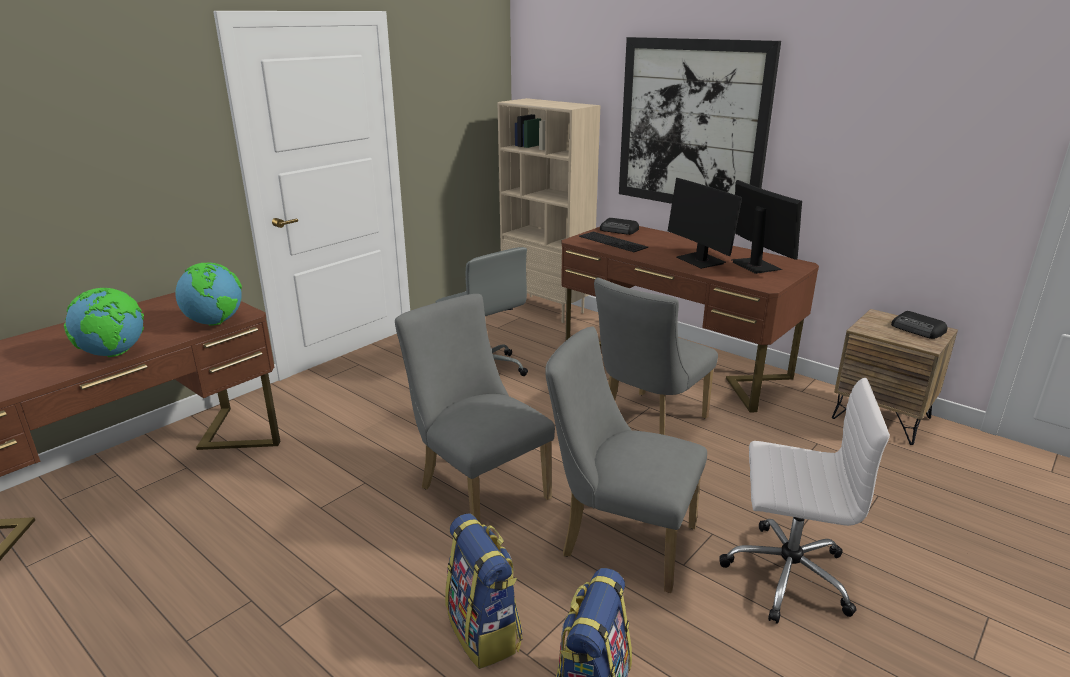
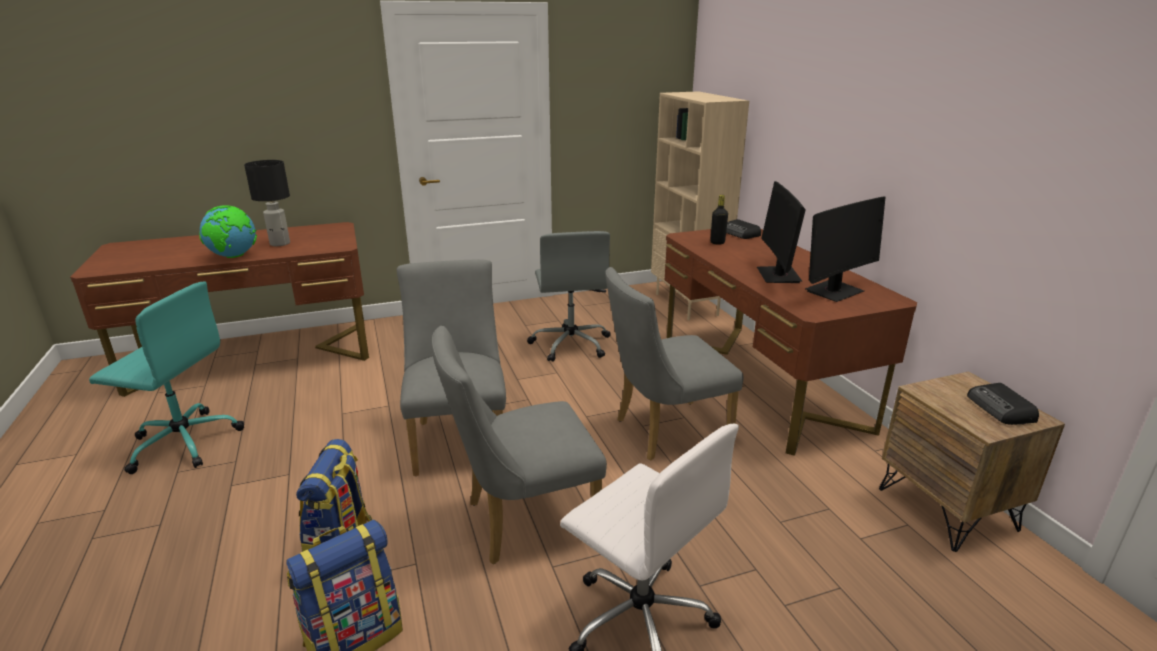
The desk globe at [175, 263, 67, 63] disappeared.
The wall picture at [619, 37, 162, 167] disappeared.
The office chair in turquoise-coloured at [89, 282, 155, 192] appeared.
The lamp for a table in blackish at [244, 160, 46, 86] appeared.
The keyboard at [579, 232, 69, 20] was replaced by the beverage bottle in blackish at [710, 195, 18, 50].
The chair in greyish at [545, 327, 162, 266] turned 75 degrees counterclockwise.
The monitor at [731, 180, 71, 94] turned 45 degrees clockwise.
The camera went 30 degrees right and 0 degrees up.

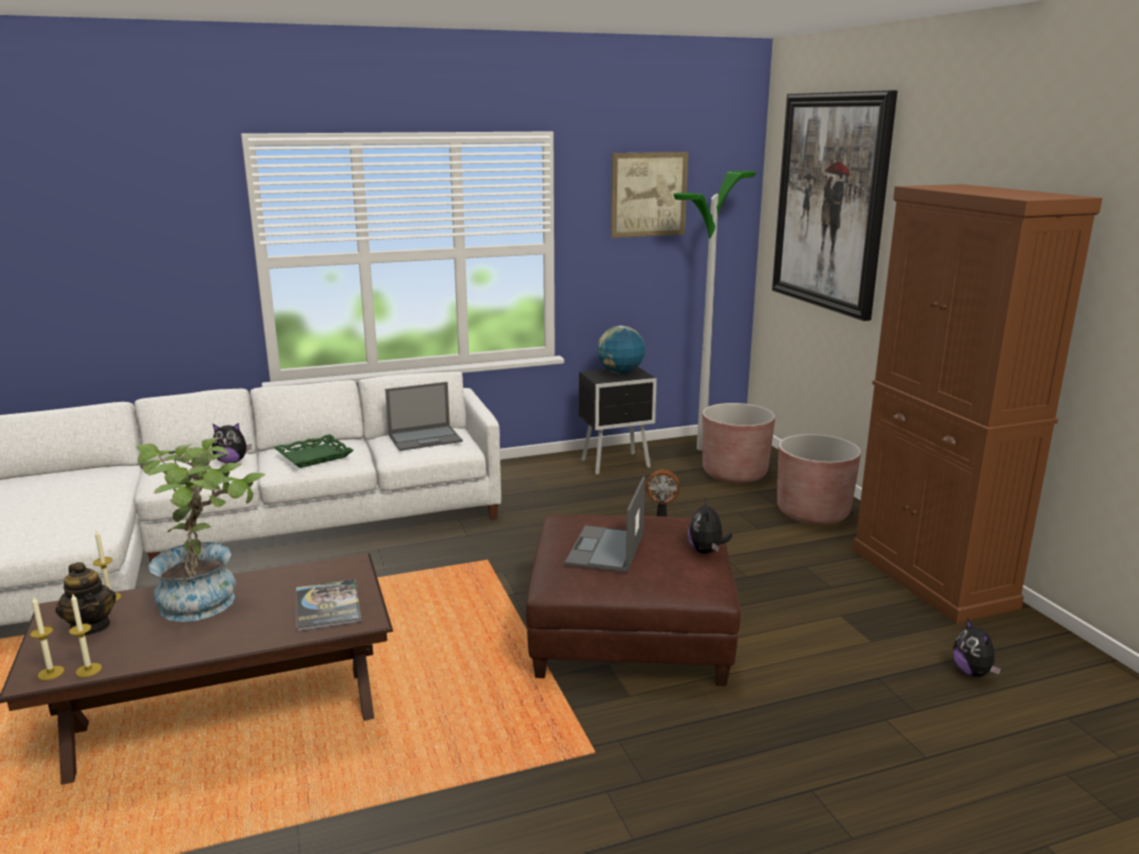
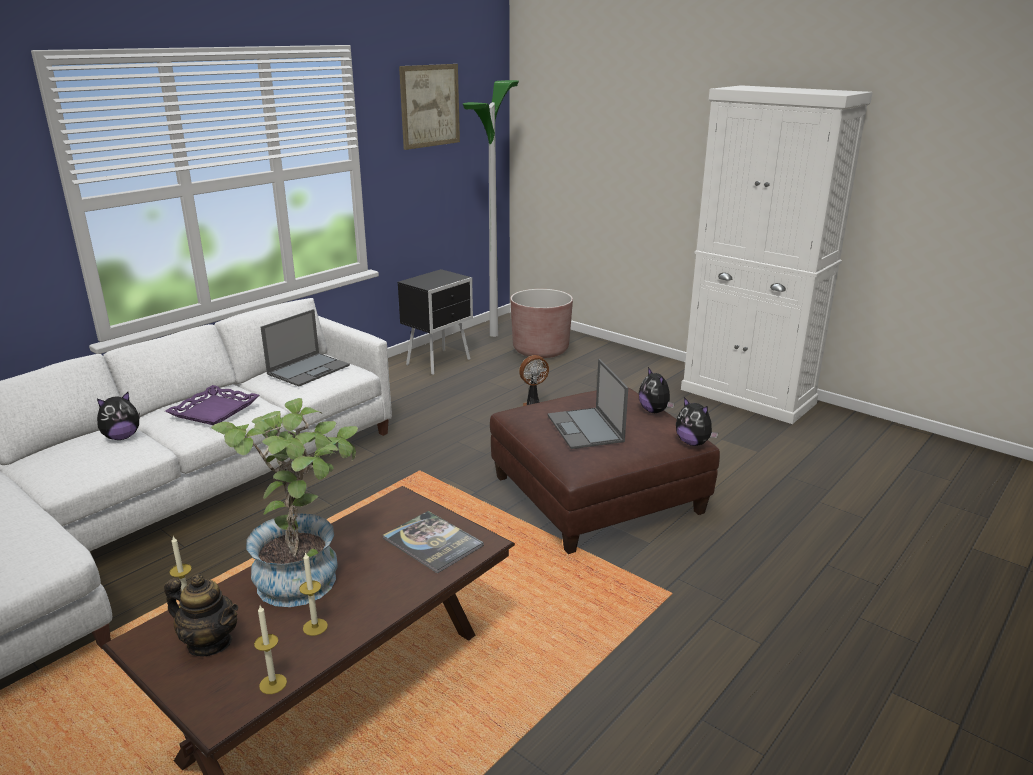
The desk globe at [597, 326, 48, 48] disappeared.
The wall picture at [772, 90, 125, 231] disappeared.
The flower pot in brown-coloured at [777, 434, 84, 91] disappeared.
The wax candle moved from [30, 596, 34, 84] to [299, 552, 29, 84].
The plush toy moved from [953, 618, 48, 59] to [676, 397, 42, 49].
The serving tray in greenish at [273, 434, 81, 34] became the serving tray in purple-coloured at [165, 385, 94, 40].
The cabinet in brown-coloured at [852, 184, 250, 440] became the cabinet in white at [681, 85, 192, 339].
The camera went 30 degrees left and 5 degrees up.

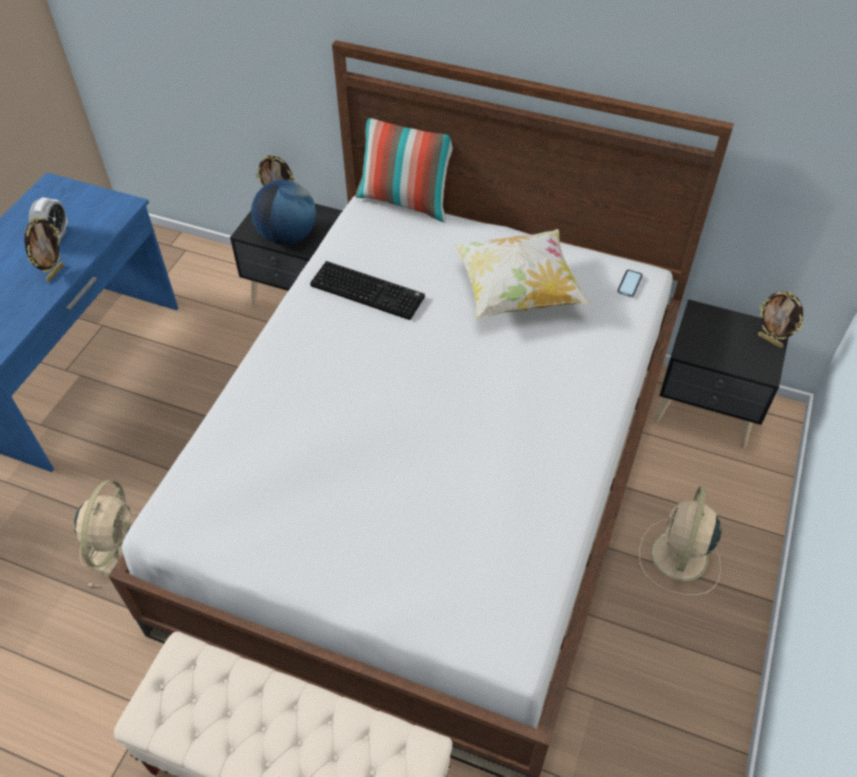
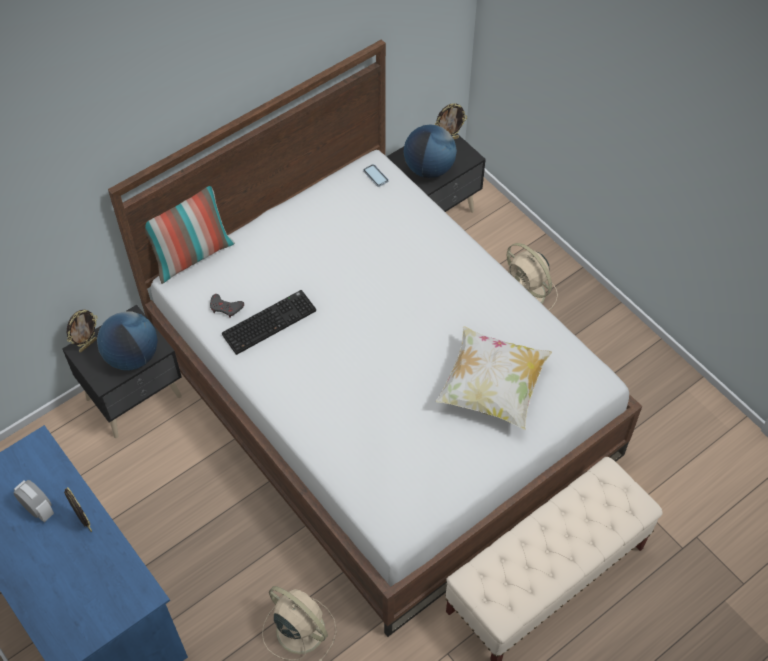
The joypad in greyish at [210, 294, 34, 24] appeared.
The desk globe at [404, 124, 53, 54] appeared.
The cushion moved from [454, 229, 135, 90] to [435, 326, 117, 104].
The camera went 60 degrees left and 5 degrees up.

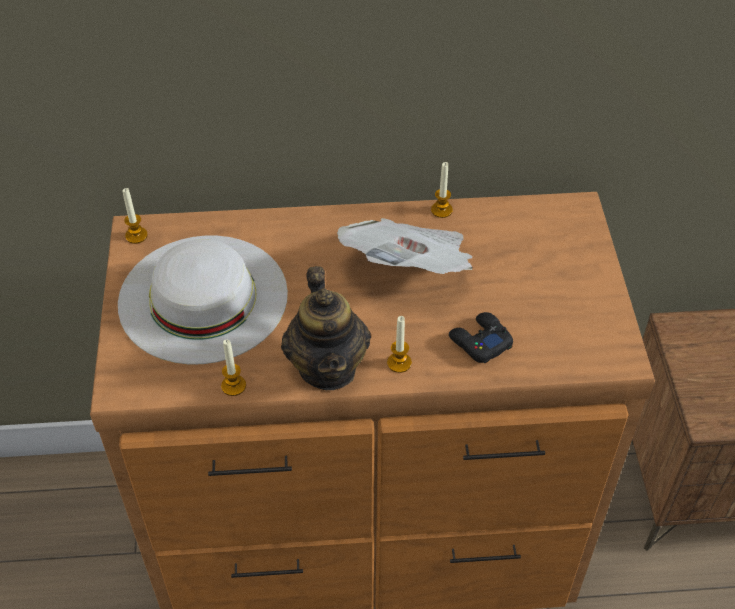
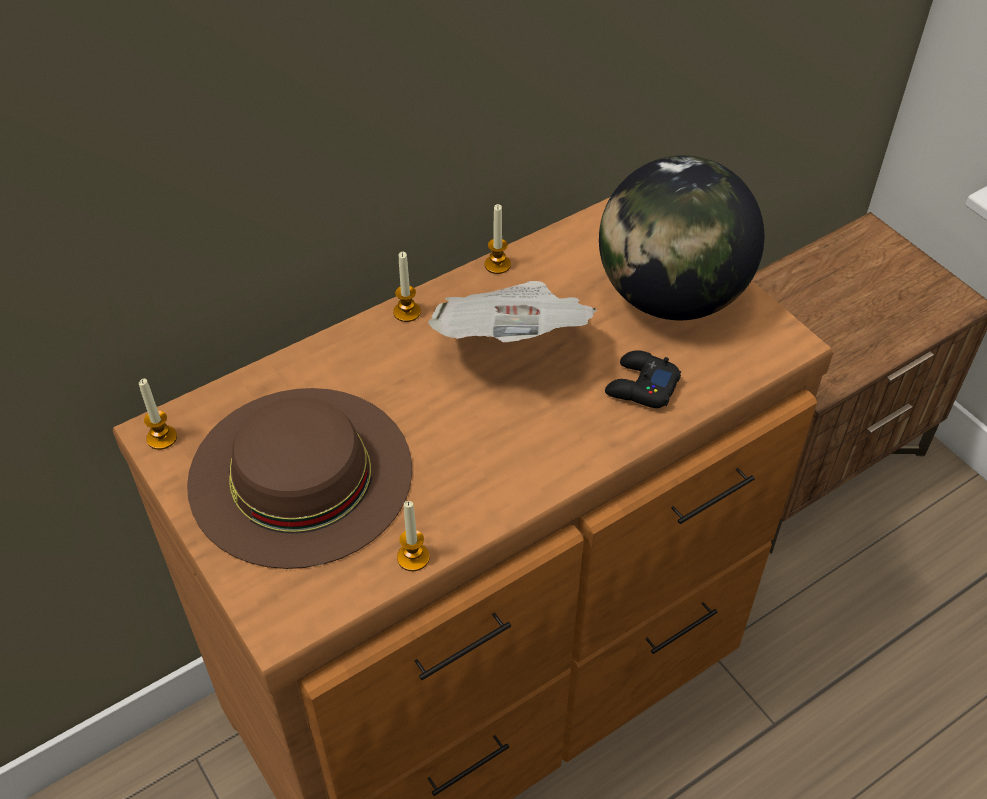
The tea pot at [281, 266, 90, 124] disappeared.
The desk globe at [599, 155, 165, 165] appeared.
The wax candle moved from [387, 316, 25, 57] to [393, 252, 28, 70].
The clothing hat in white at [118, 236, 170, 128] became the clothing hat in brown-coloured at [187, 388, 225, 181].
The camera went 30 degrees left and 0 degrees up.

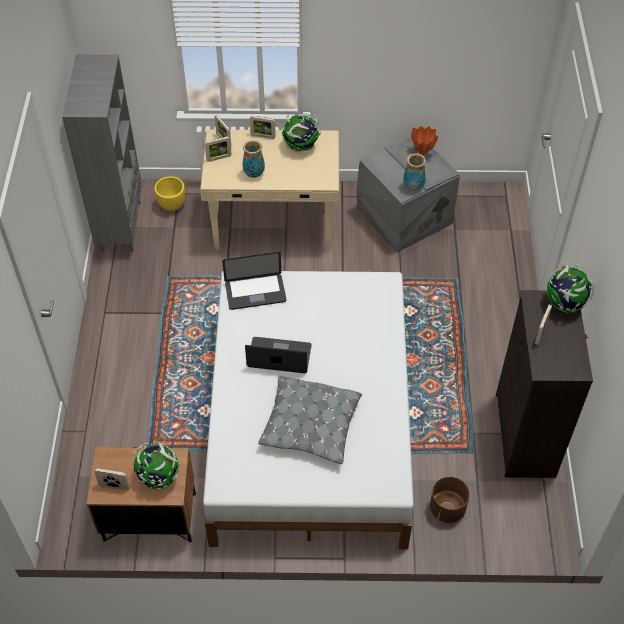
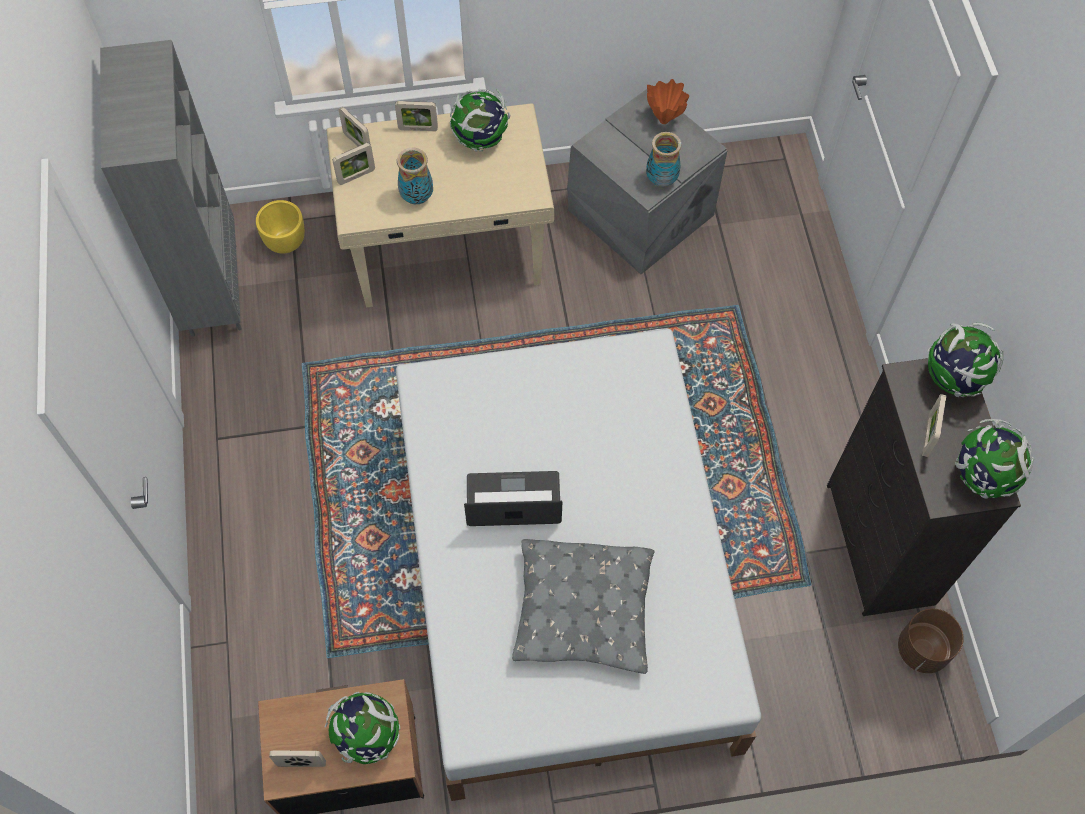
The notebook computer at [222, 252, 65, 58] disappeared.
The desk globe at [955, 419, 79, 80] appeared.
The flower pot in brown-coloured moved from [430, 477, 40, 46] to [898, 609, 66, 64].
The camera went 10 degrees left and 10 degrees up.

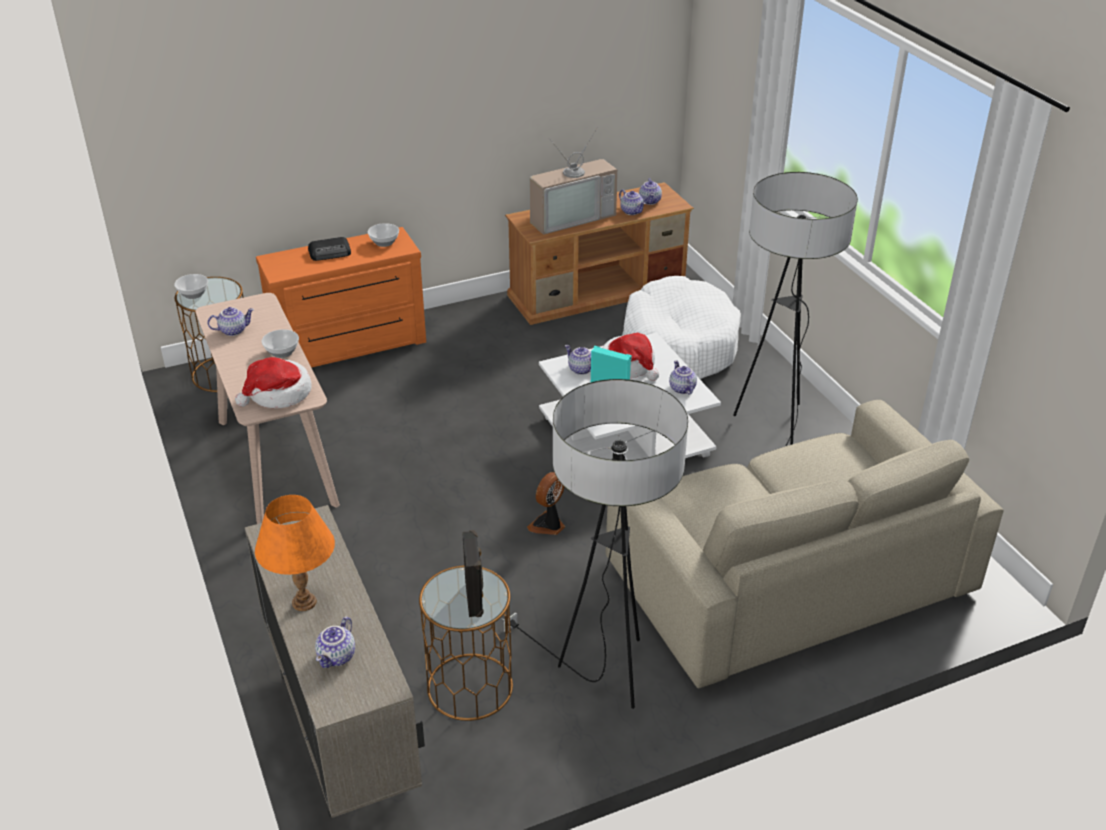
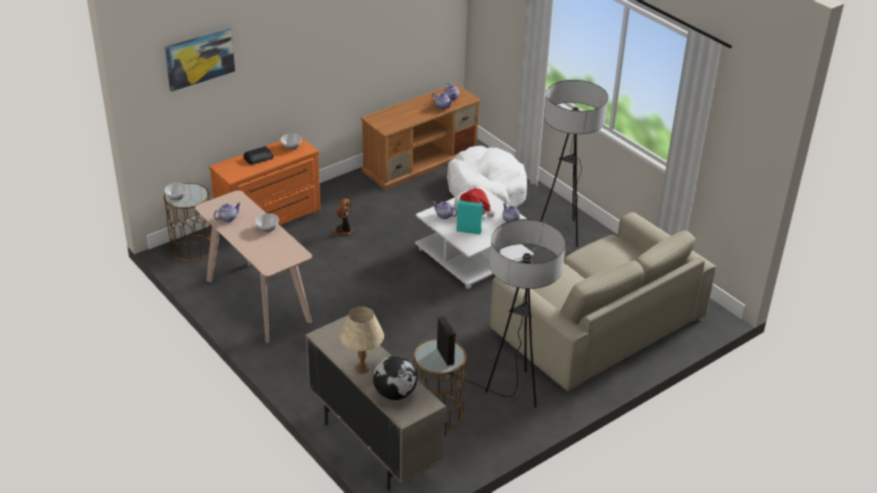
The clothing hat at [235, 357, 77, 51] disappeared.
The TV set at [530, 127, 88, 107] disappeared.
The wall picture at [165, 28, 70, 64] appeared.
The electric fan moved from [527, 472, 38, 63] to [332, 198, 21, 37].
The tea pot at [315, 617, 40, 51] was replaced by the desk globe at [373, 356, 45, 44].
The lamp for a table in orange at [255, 495, 80, 116] became the lamp for a table in sand-coloured at [339, 307, 45, 67].
The camera went 15 degrees left and 0 degrees up.

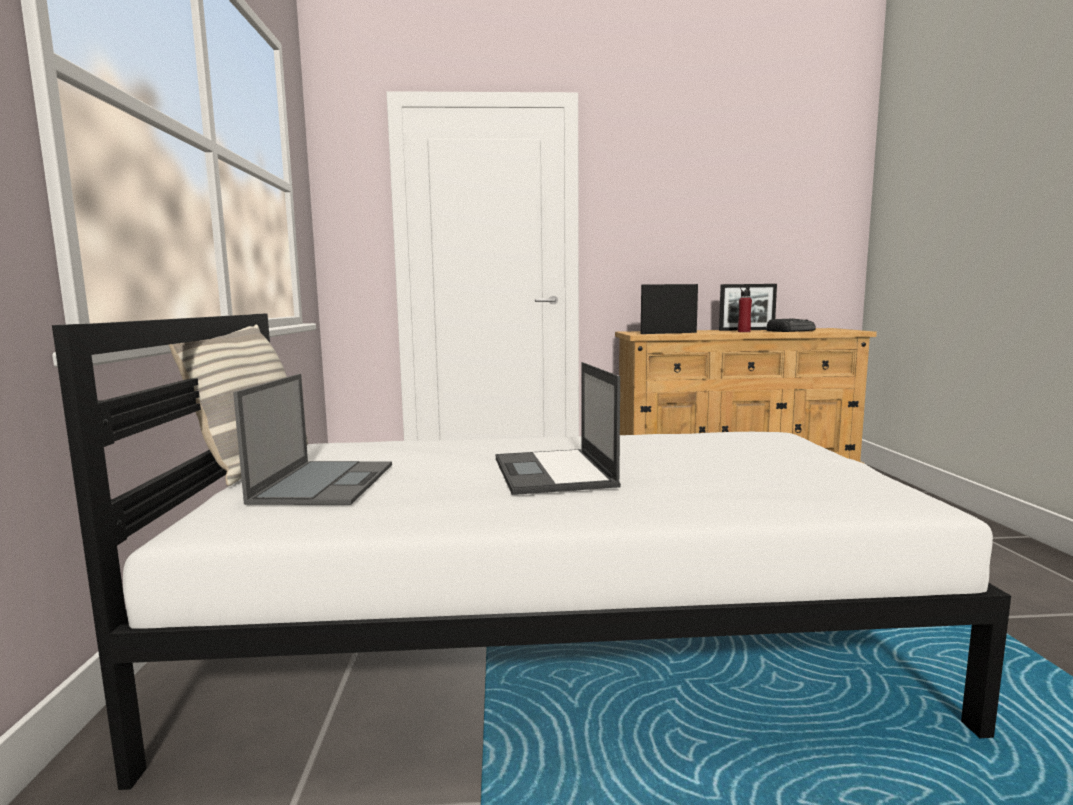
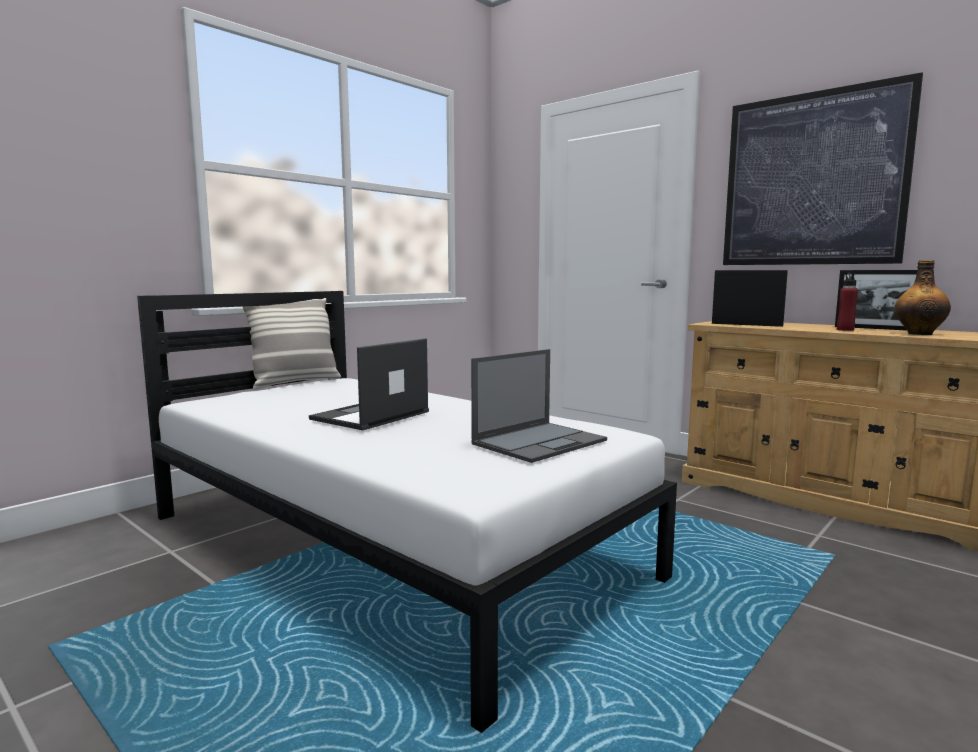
The wall picture at [723, 72, 200, 193] appeared.
The notebook computer moved from [233, 374, 159, 131] to [471, 349, 136, 114].
The radio set at [766, 318, 50, 14] was replaced by the beverage bottle at [895, 260, 56, 75].
The camera went 45 degrees right and 0 degrees up.

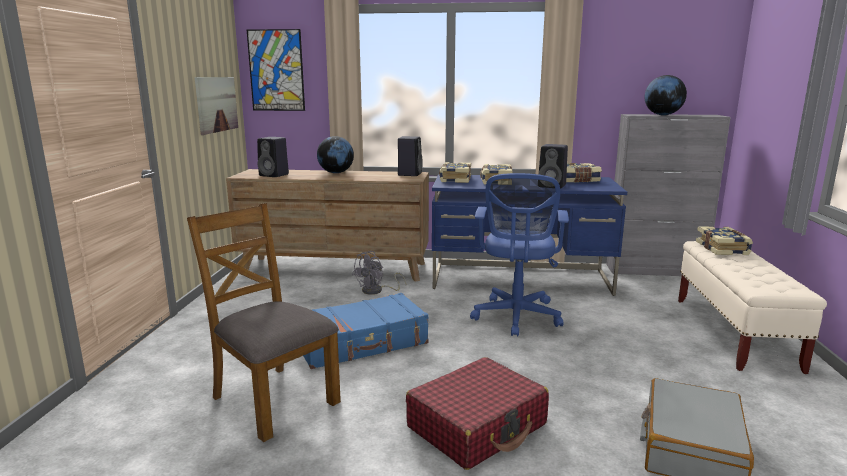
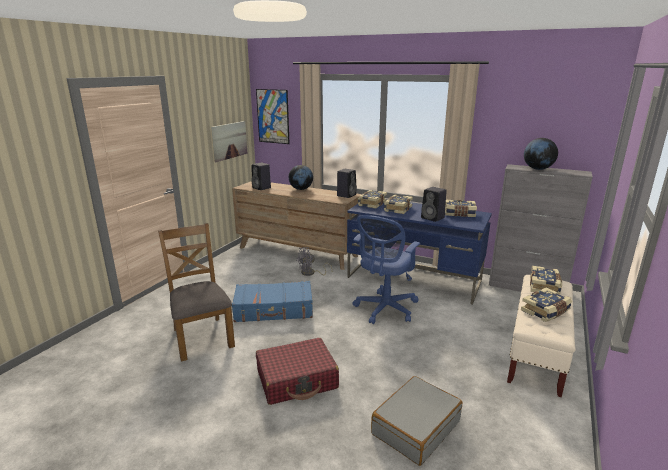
The bound book at [521, 288, 51, 34] appeared.
The camera went 20 degrees right and 5 degrees up.

